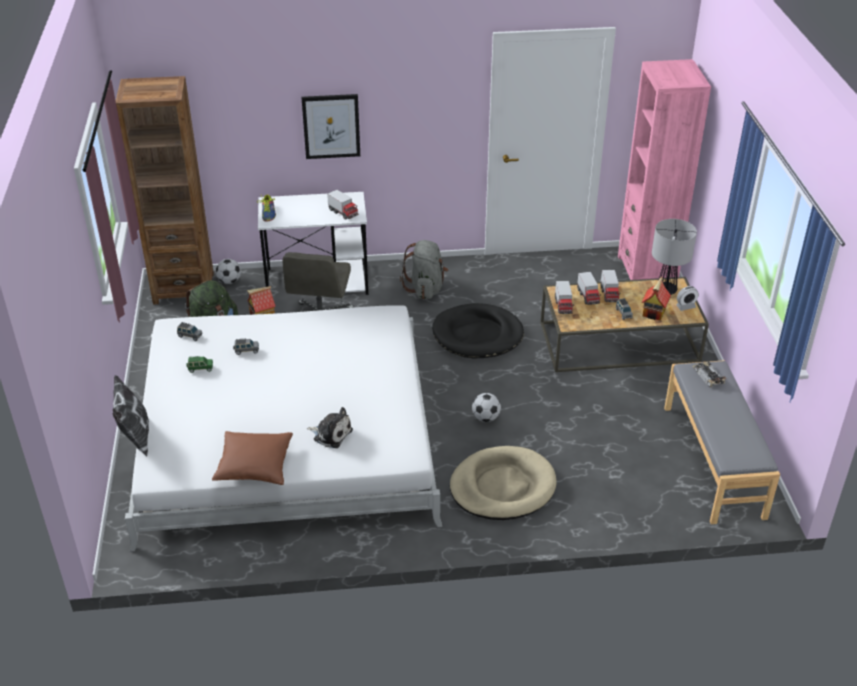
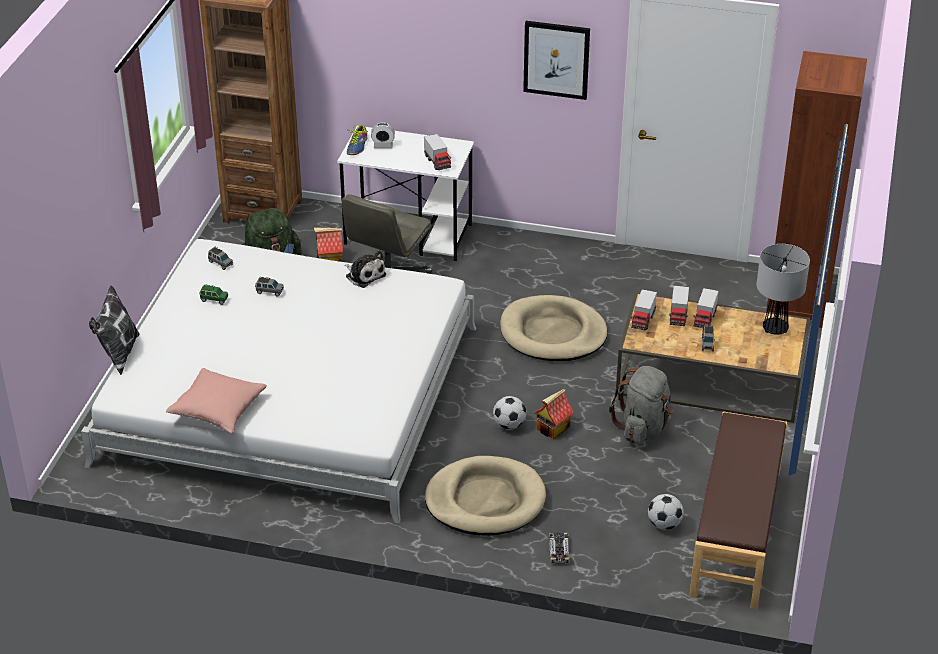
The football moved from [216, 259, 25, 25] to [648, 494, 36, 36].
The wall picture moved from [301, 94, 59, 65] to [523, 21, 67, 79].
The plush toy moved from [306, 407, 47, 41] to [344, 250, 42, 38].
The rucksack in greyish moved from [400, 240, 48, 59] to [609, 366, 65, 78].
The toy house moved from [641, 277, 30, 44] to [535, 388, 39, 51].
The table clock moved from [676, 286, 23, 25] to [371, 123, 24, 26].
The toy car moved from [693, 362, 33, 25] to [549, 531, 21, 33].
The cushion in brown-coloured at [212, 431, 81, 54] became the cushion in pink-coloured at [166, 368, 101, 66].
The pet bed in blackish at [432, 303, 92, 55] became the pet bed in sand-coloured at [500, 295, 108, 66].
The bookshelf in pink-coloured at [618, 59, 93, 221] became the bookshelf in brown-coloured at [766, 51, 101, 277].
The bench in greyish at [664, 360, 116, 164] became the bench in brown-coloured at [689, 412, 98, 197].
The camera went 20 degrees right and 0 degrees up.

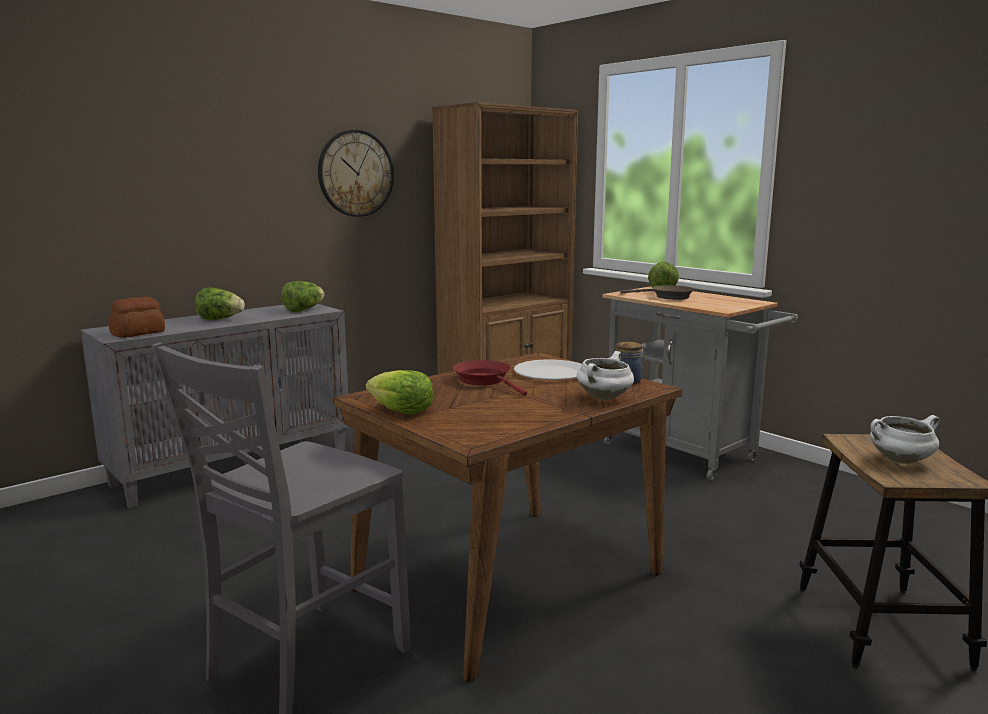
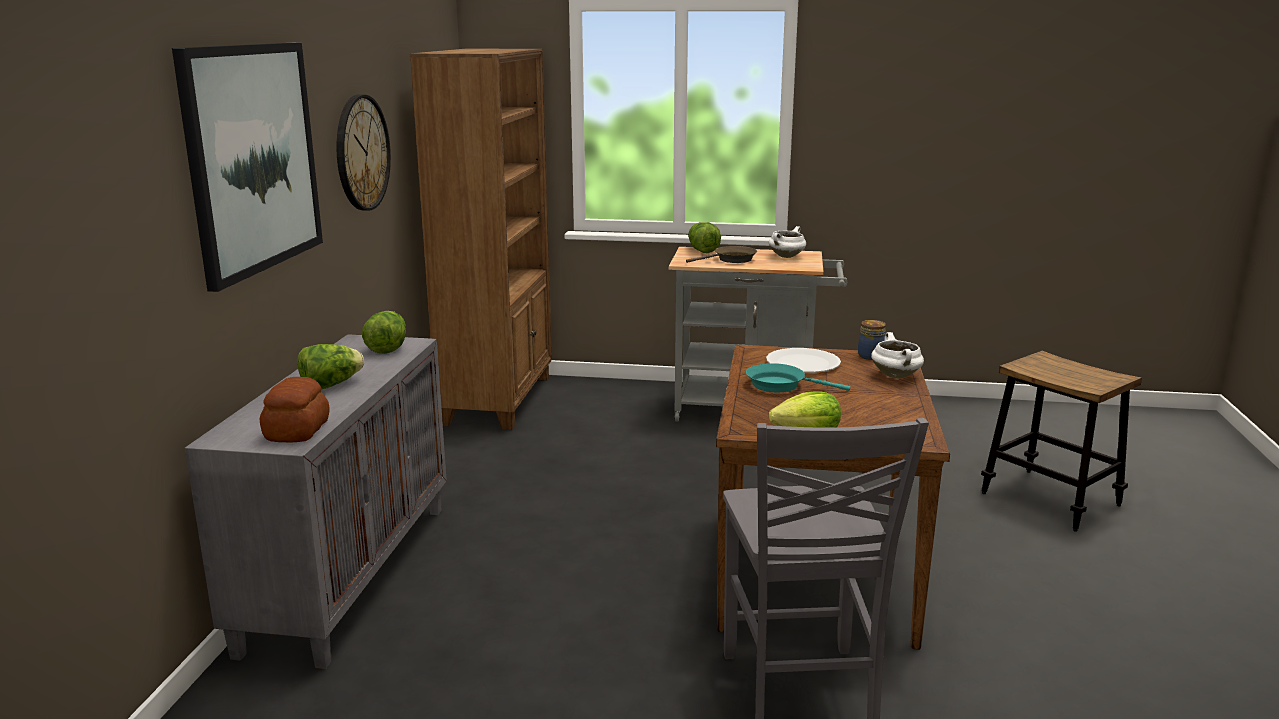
The wall picture at [172, 43, 151, 249] appeared.
The saucepot in white moved from [870, 415, 70, 49] to [768, 226, 38, 32].
The skillet in red at [453, 360, 74, 36] became the skillet in turquoise-coloured at [746, 363, 104, 29].
The camera went 40 degrees left and 5 degrees up.

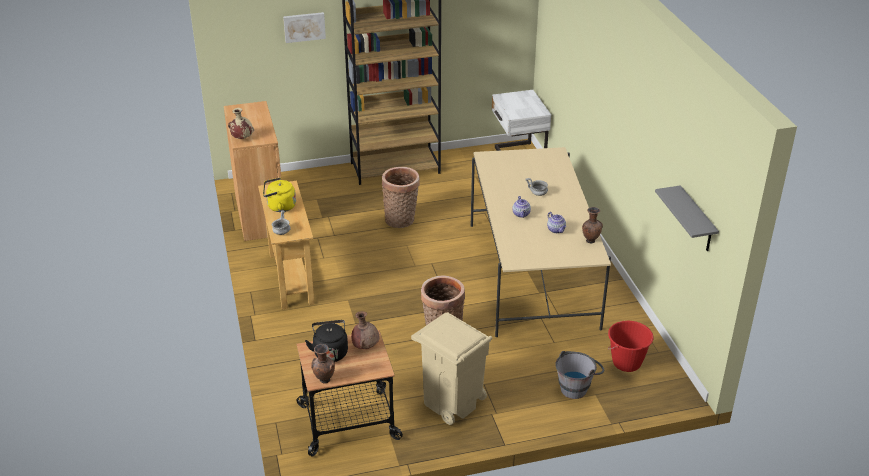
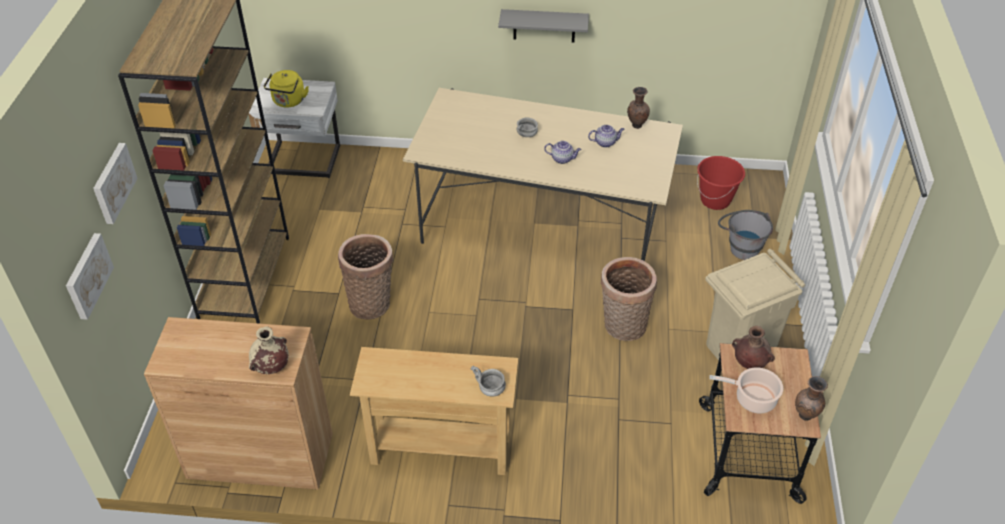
The wall picture at [66, 233, 48, 87] appeared.
The kettle in yellowish moved from [263, 177, 33, 35] to [264, 70, 45, 38].
The shelf in greyish moved from [655, 185, 64, 66] to [498, 9, 91, 34].
The kettle in blackish at [305, 320, 43, 42] was replaced by the saucepot at [709, 367, 74, 47].
The camera went 70 degrees left and 10 degrees up.

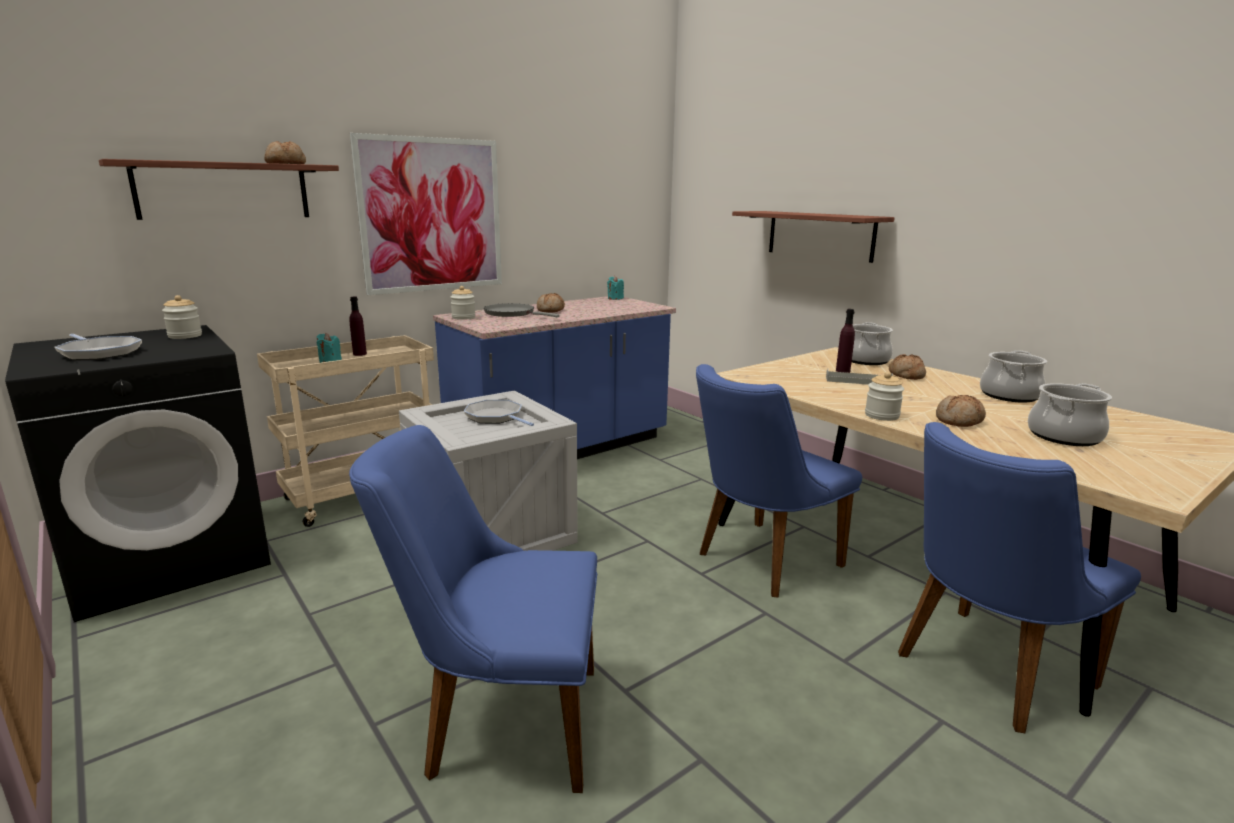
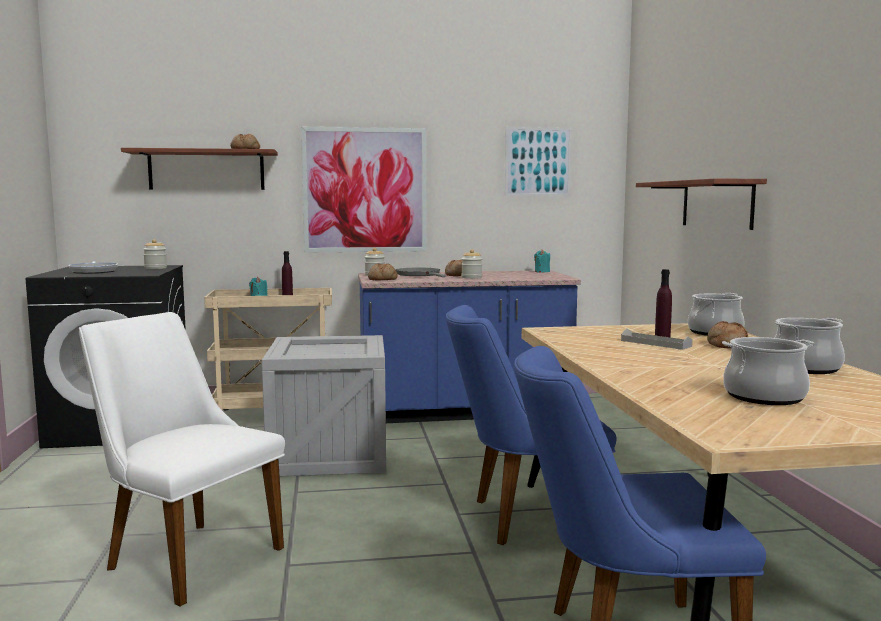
The skillet at [464, 400, 70, 26] disappeared.
The wall picture at [505, 127, 67, 69] appeared.
The preserve jar moved from [865, 372, 39, 49] to [461, 249, 21, 30].
The bakery bread moved from [936, 395, 50, 32] to [368, 263, 30, 17].
The chair in blue-coloured at [349, 425, 248, 368] became the chair in white at [79, 312, 206, 294].
The camera went 30 degrees right and 10 degrees down.

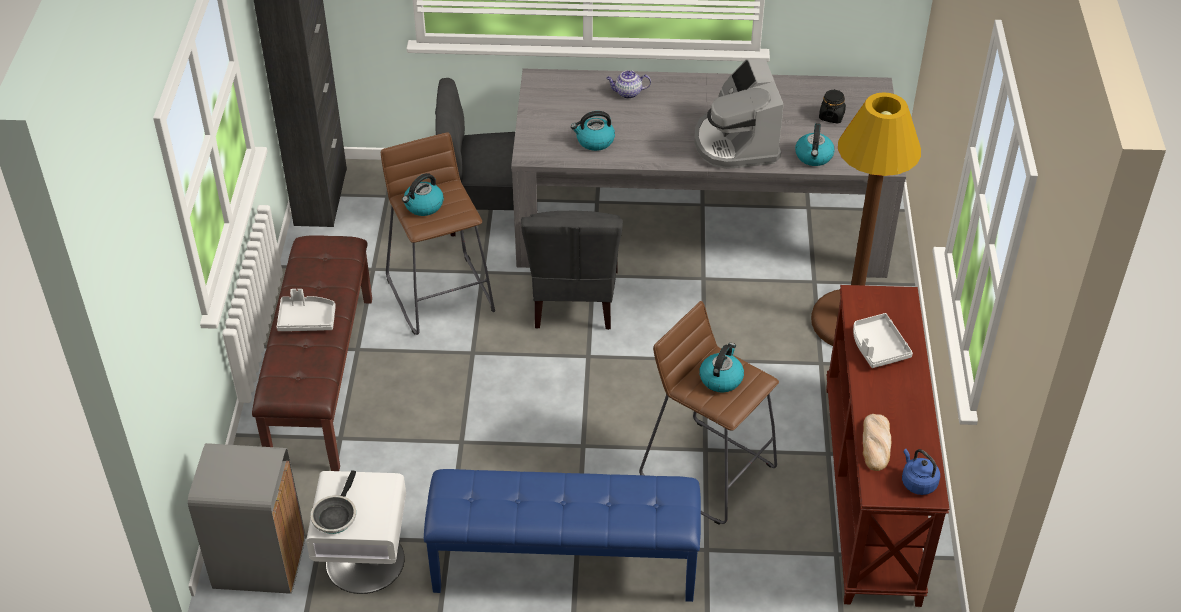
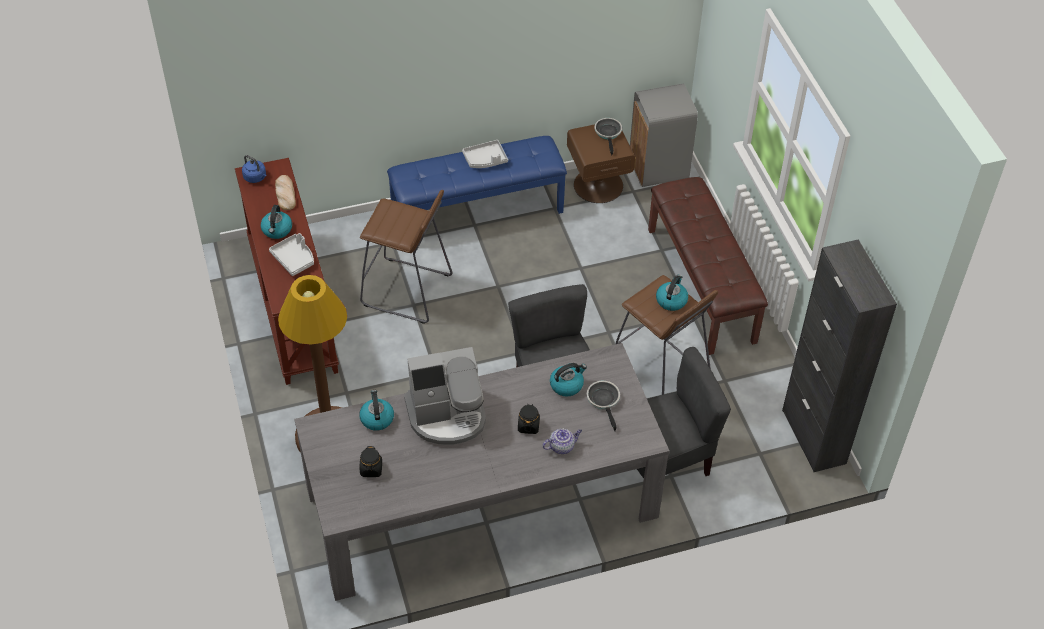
The preserve jar in blackish at [518, 404, 22, 30] appeared.
The skillet at [587, 381, 33, 50] appeared.
The serving tray in greyish moved from [277, 289, 59, 42] to [462, 140, 46, 28].
The kettle moved from [700, 343, 44, 50] to [261, 205, 31, 34].
The bedside table in white at [306, 471, 100, 123] became the bedside table in brown-coloured at [567, 124, 68, 79].
The coffee machine at [694, 59, 90, 110] turned 105 degrees clockwise.
The camera went 160 degrees right and 5 degrees up.

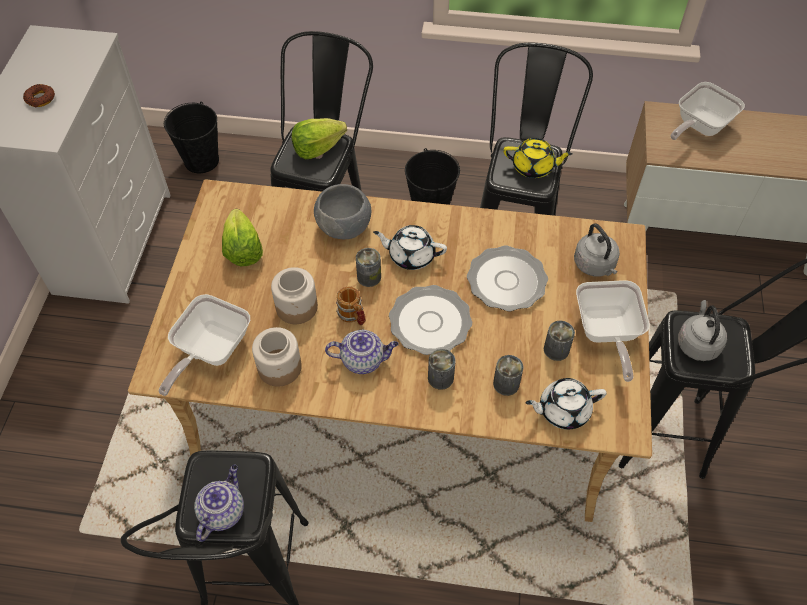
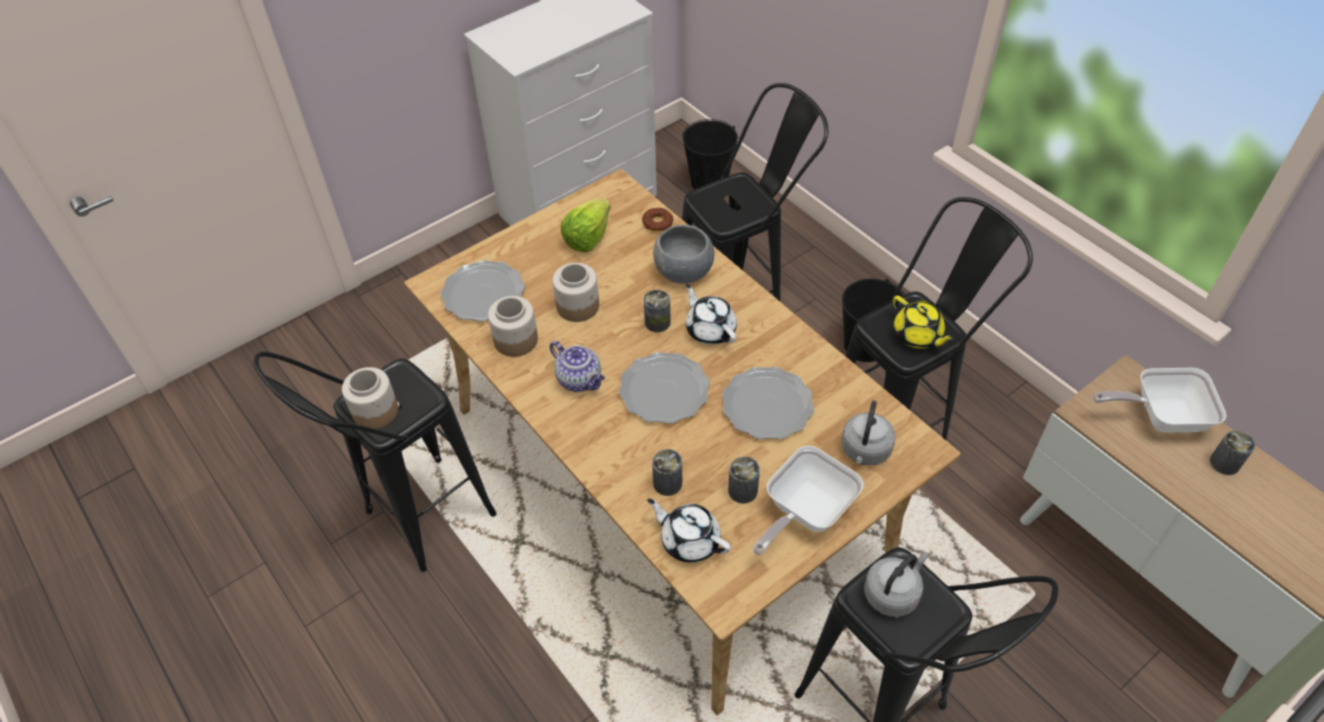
The lettuce head at [292, 118, 55, 41] disappeared.
The mug at [336, 286, 30, 39] disappeared.
The doughnut moved from [23, 84, 32, 23] to [642, 208, 32, 24].
The metal can moved from [428, 349, 28, 41] to [1210, 430, 45, 45].
The skillet at [159, 294, 91, 102] was replaced by the dinner plate at [440, 260, 85, 62].
The tea pot at [194, 465, 50, 77] was replaced by the preserve jar at [342, 367, 56, 62].
The camera went 45 degrees right and 5 degrees down.

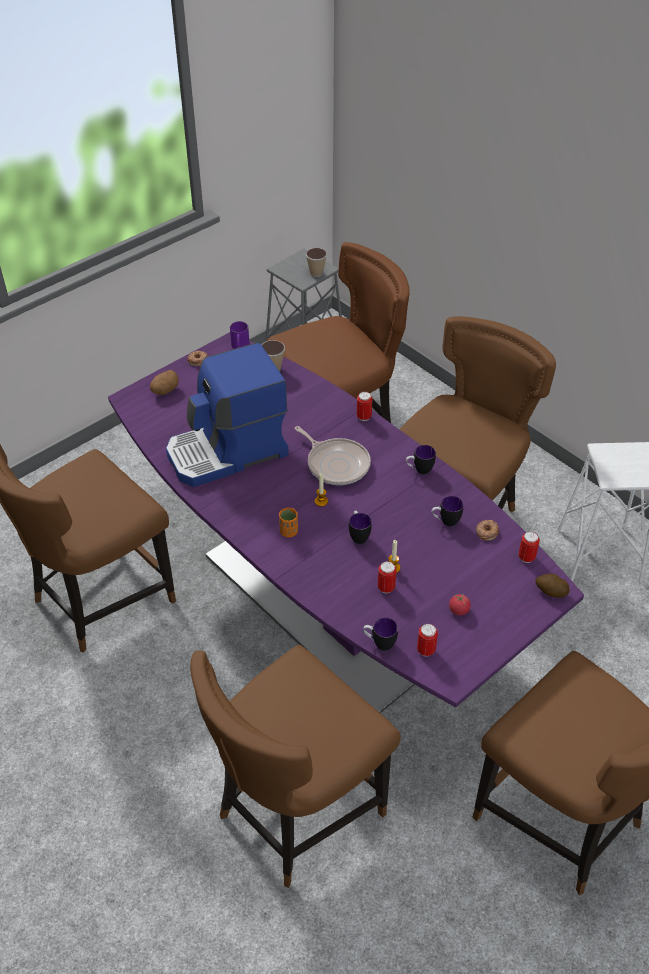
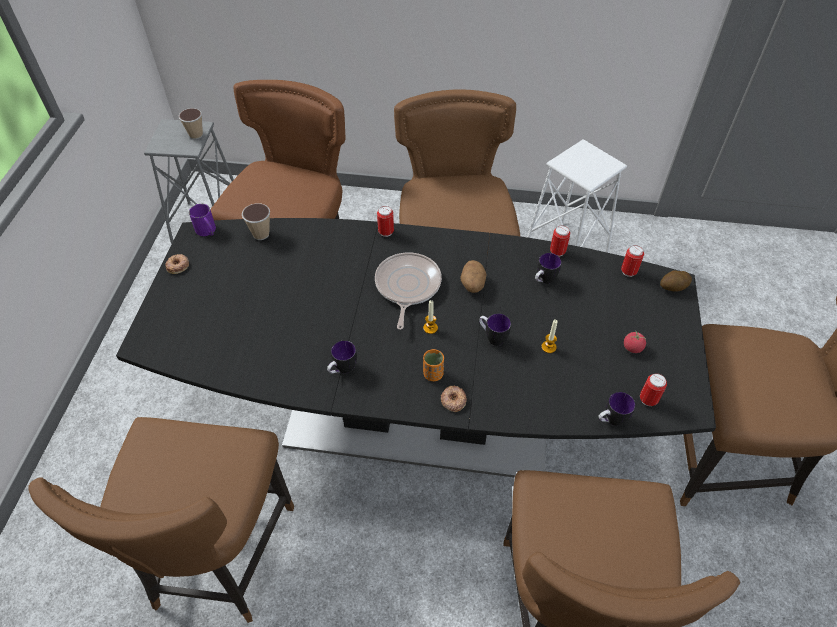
The coffee machine at [166, 342, 123, 145] disappeared.
The whole potato moved from [150, 370, 29, 25] to [460, 260, 27, 33].
The metal can moved from [378, 561, 19, 32] to [550, 226, 20, 31].
The mug moved from [406, 445, 30, 30] to [327, 341, 30, 33].
The doughnut moved from [476, 520, 23, 21] to [441, 386, 26, 26].
The dining table in purple-coloured at [108, 332, 476, 381] became the dining table in blackish at [116, 218, 600, 260].
The skillet at [295, 426, 76, 59] turned 90 degrees counterclockwise.
The camera went 40 degrees left and 5 degrees up.

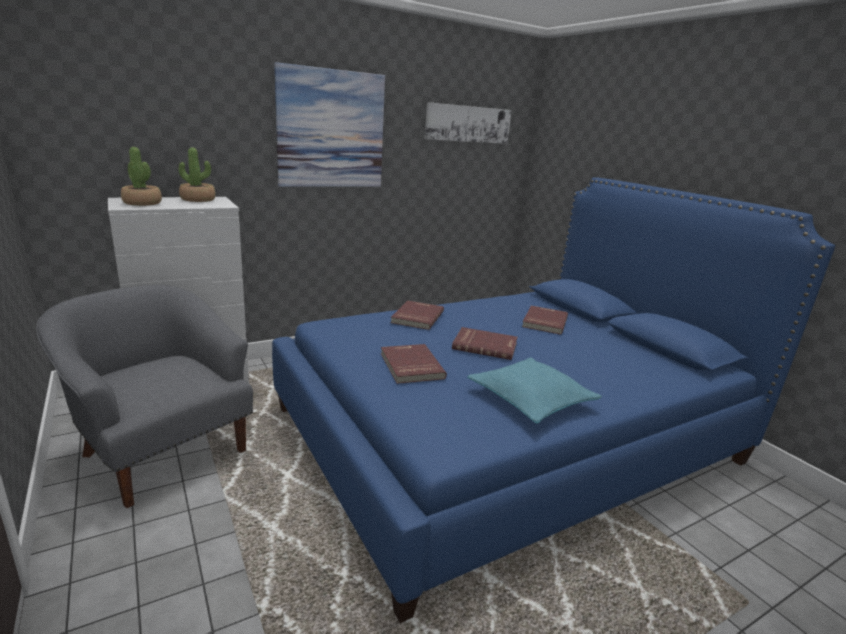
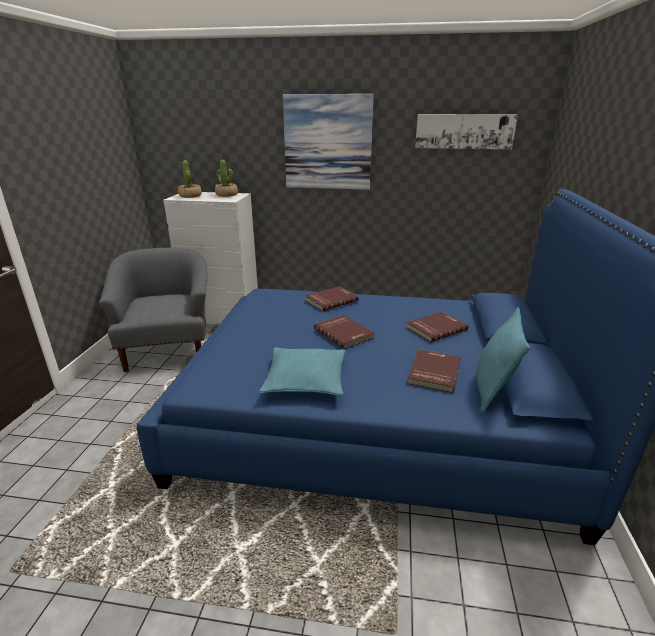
The cushion in turquoise-coloured at [476, 308, 54, 105] appeared.
The bound book in red moved from [381, 344, 66, 40] to [407, 349, 54, 44].
The camera went 40 degrees right and 5 degrees up.

